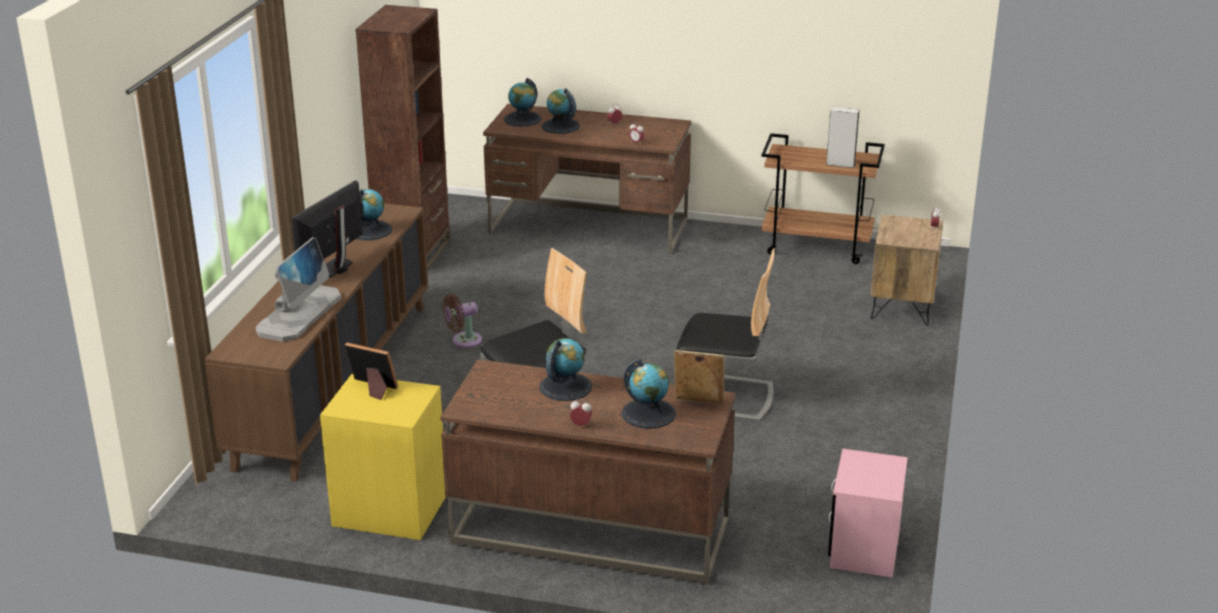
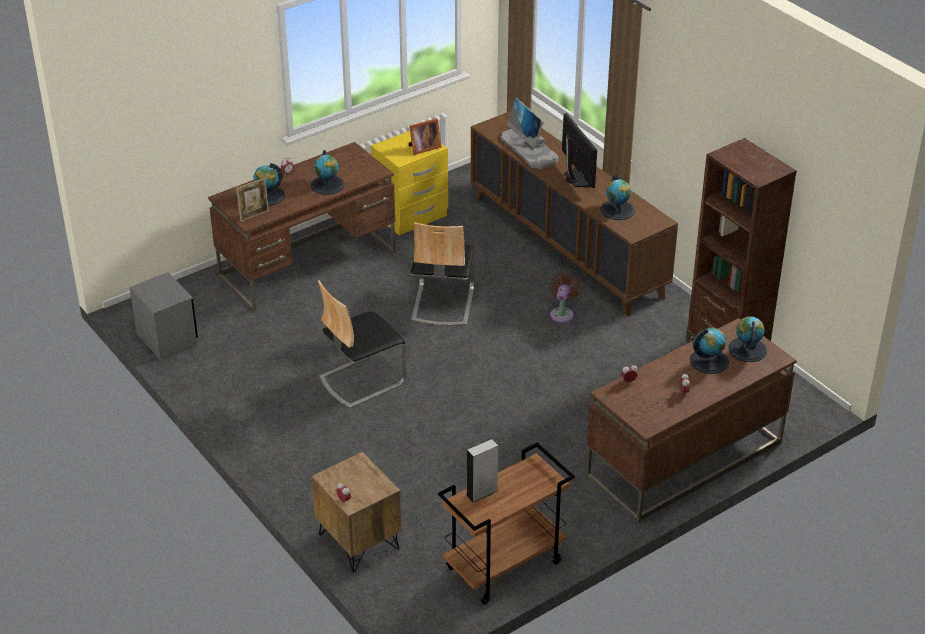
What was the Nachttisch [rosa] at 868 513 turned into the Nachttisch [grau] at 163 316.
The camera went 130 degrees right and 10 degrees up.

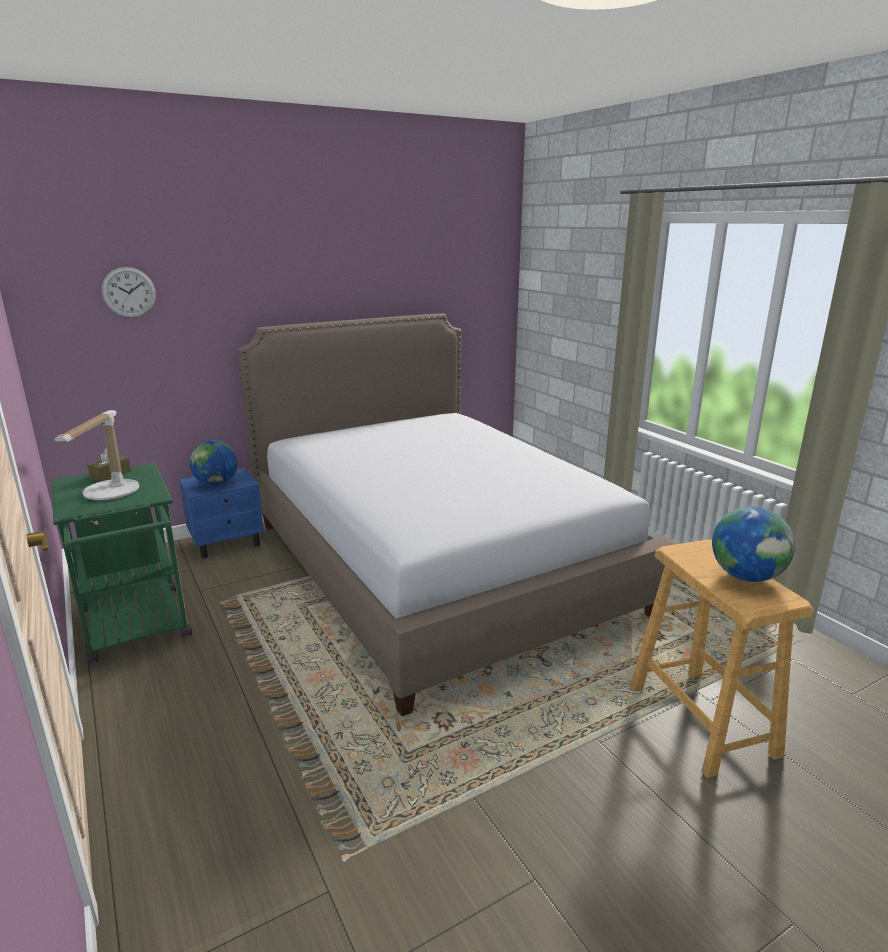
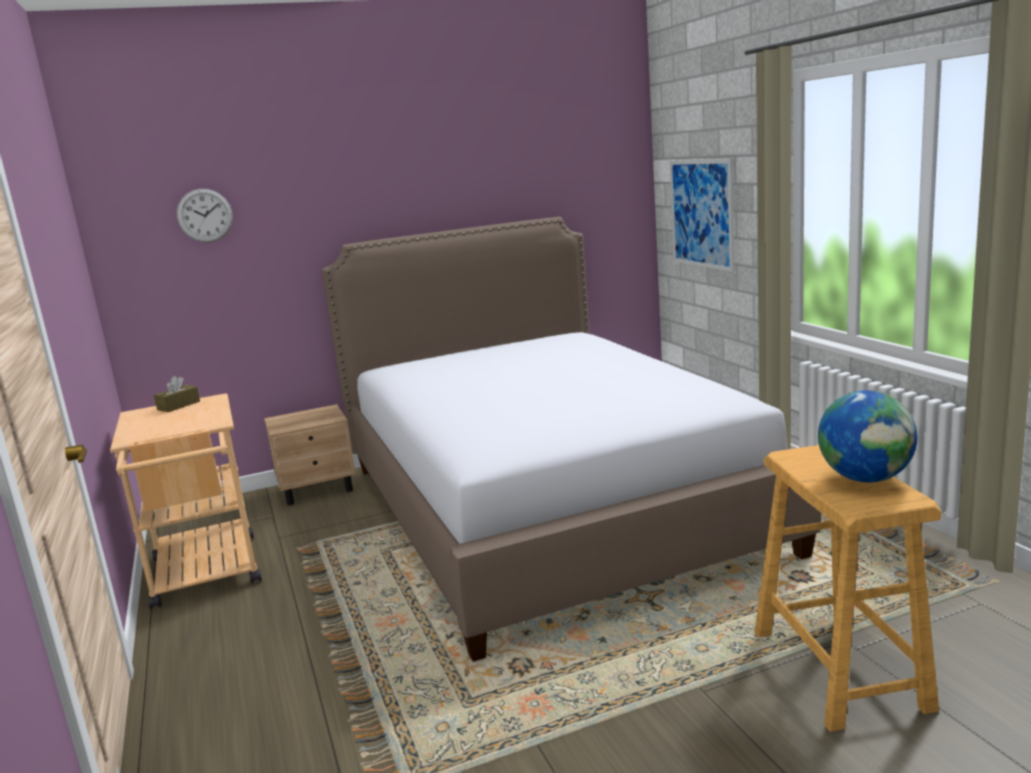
The second view lost the Tischlampe at 96 455.
The second view lost the Globus at 213 463.
What was the Rollwagen [grün] at 122 563 turned into the Rollwagen [beige] at 186 501.
What was the Nachttisch [blau] at 221 513 turned into the Nachttisch [beige] at 310 455.
The second view gained the Bild at 702 215.
The camera went 10 degrees right and 5 degrees down.

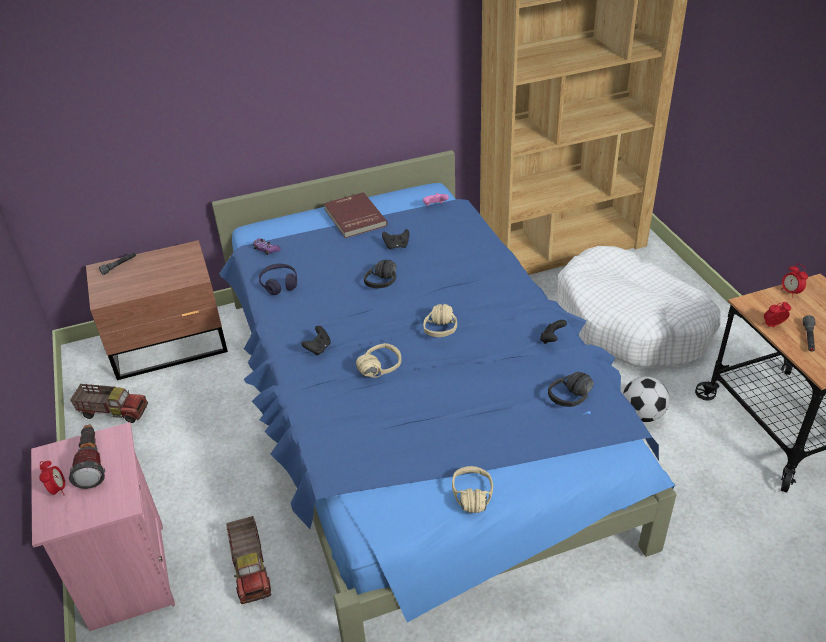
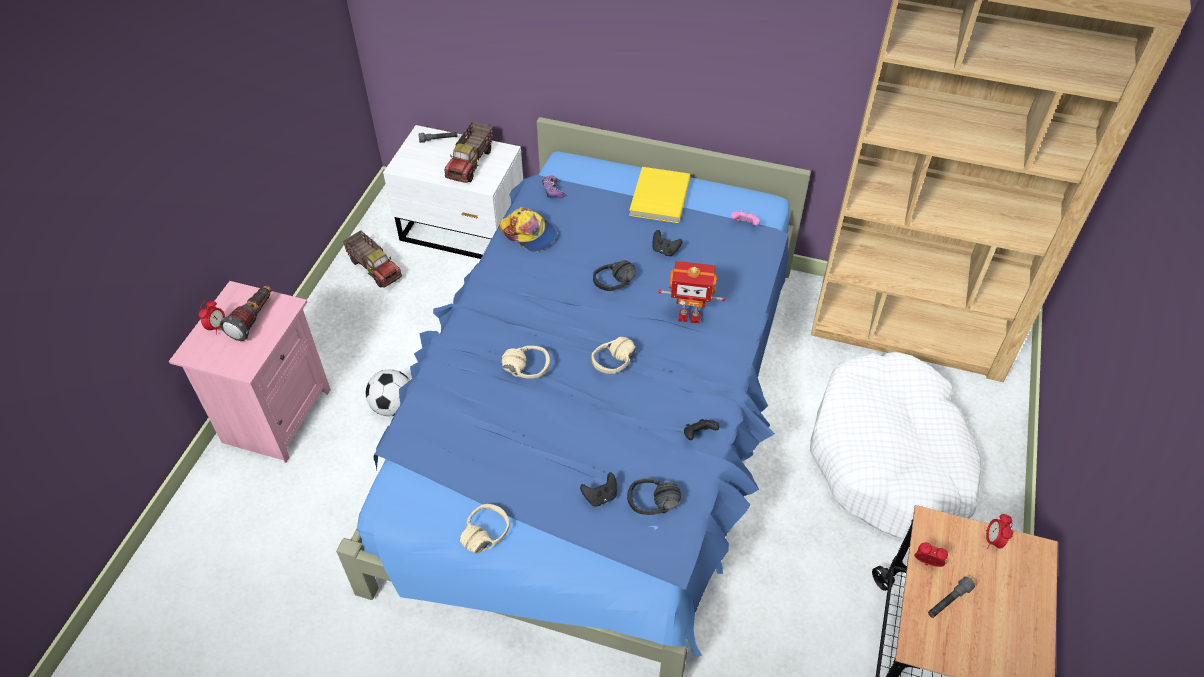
What was the Buch [rot] at 356 215 turned into the Buch [gelb] at 659 195.
What was the Nachttisch [braun] at 157 310 turned into the Nachttisch [weiß] at 453 192.
Where the Kopfhörer [lila] stood at 278 279, the Kappe came to stand at 528 229.
The Gamepad [schwarz] ended up elsewhere, having gone from 316 341 to 598 489.
The Fußball ended up elsewhere, having gone from 646 399 to 388 392.
The Spielzeuglaster ended up elsewhere, having gone from 248 560 to 469 152.
The second view gained the Spielzeugroboter at 691 292.
The camera went 35 degrees right and 10 degrees up.

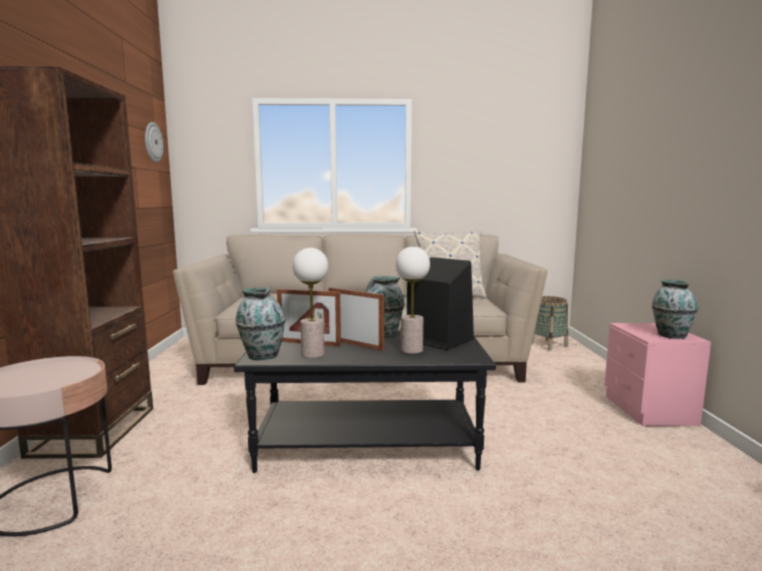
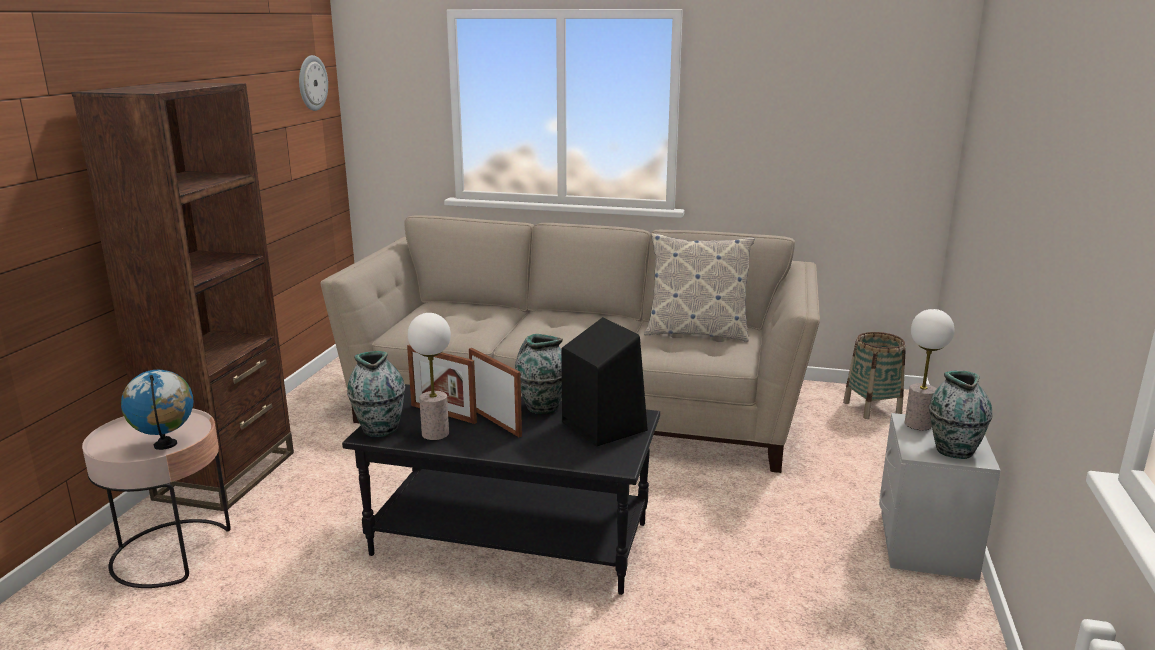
The Tischlampe ended up elsewhere, having gone from 413 300 to 929 369.
What was the Nachttisch [rosa] at 658 374 turned into the Nachttisch [grau] at 940 496.
The second view gained the Globus at 157 410.
The camera went 15 degrees right and 10 degrees up.

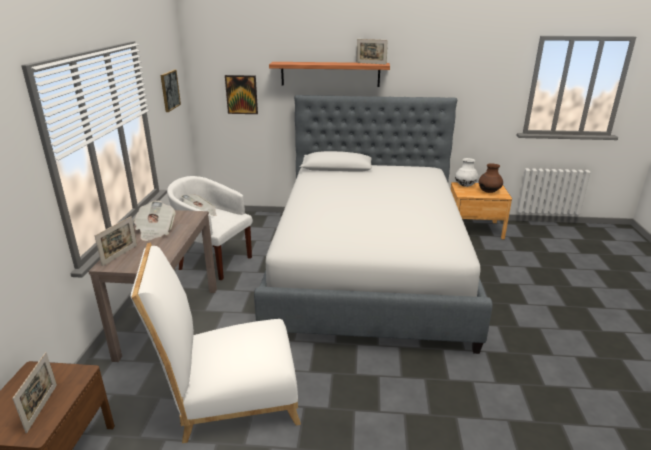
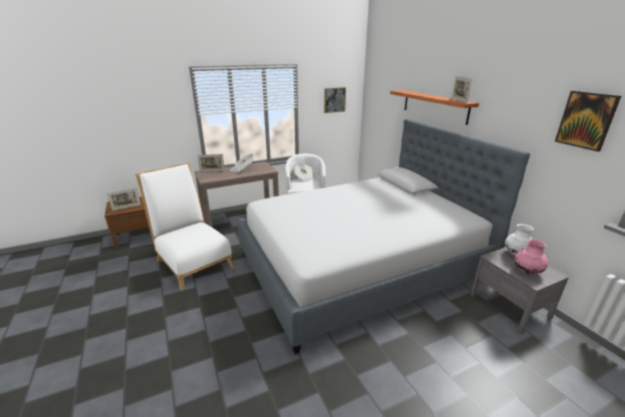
The Bild ended up elsewhere, having gone from 241 94 to 588 121.
What was the Vase [braun] at 491 178 turned into the Vase [rosa] at 531 256.
What was the Nachttisch [braun] at 481 211 turned into the Nachttisch [grau] at 520 290.
The camera went 60 degrees right and 0 degrees up.

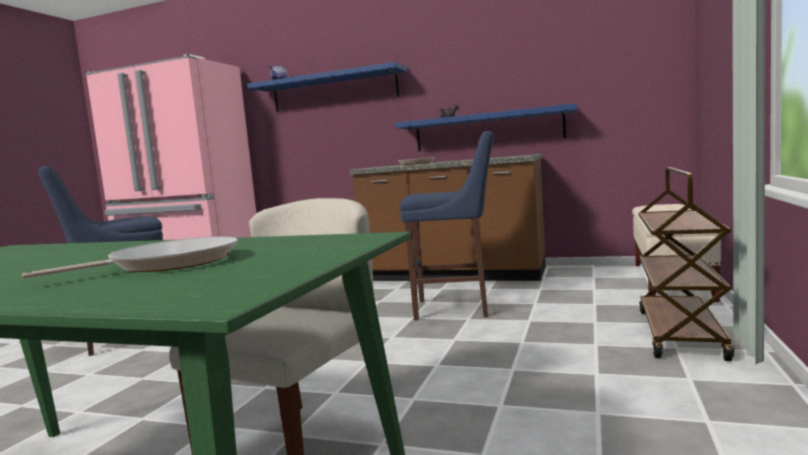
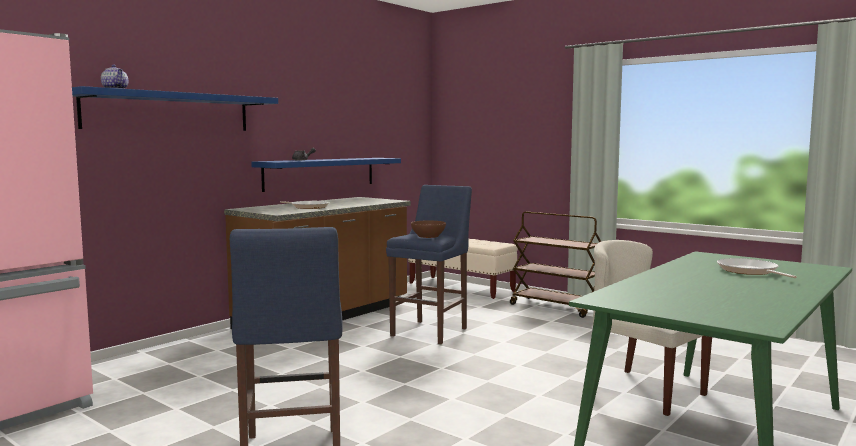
The second view gained the Schüssel [braun] at 428 229.
The camera went 70 degrees left and 0 degrees up.

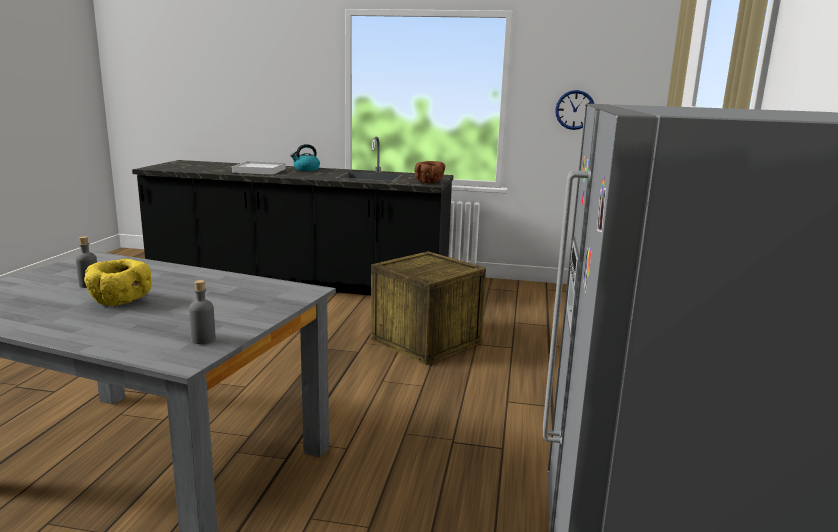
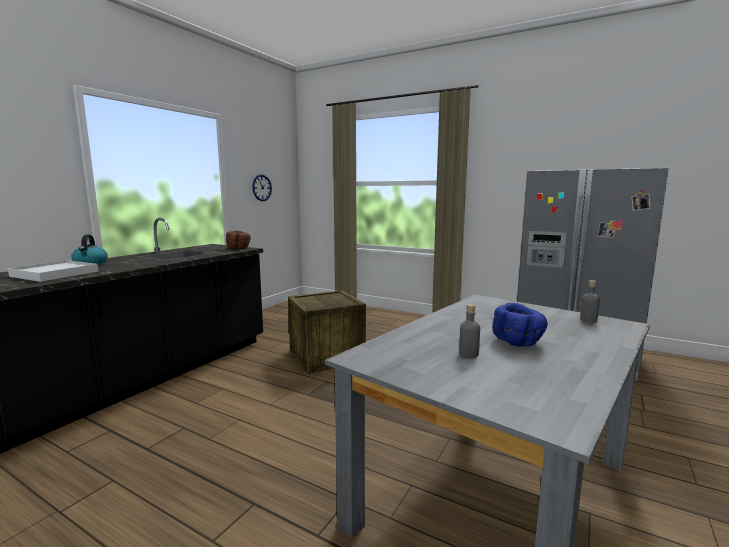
What was the Schüssel [gelb] at 118 282 turned into the Schüssel [blau] at 520 325.
The camera went 70 degrees left and 5 degrees down.

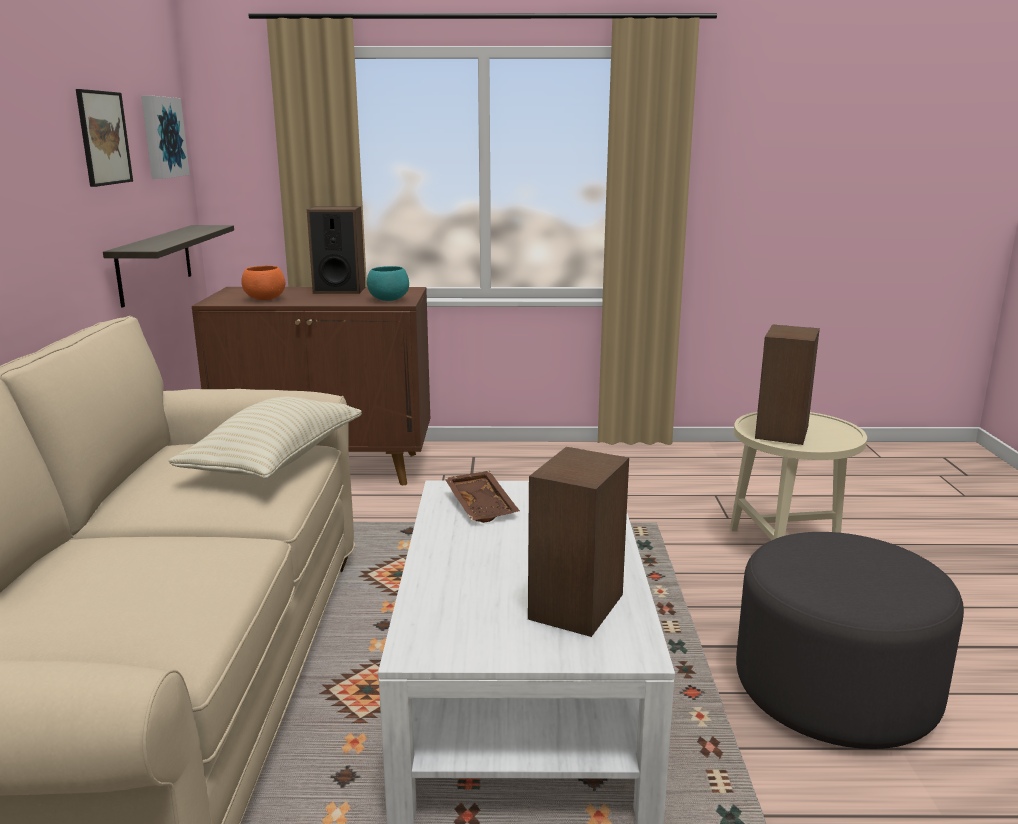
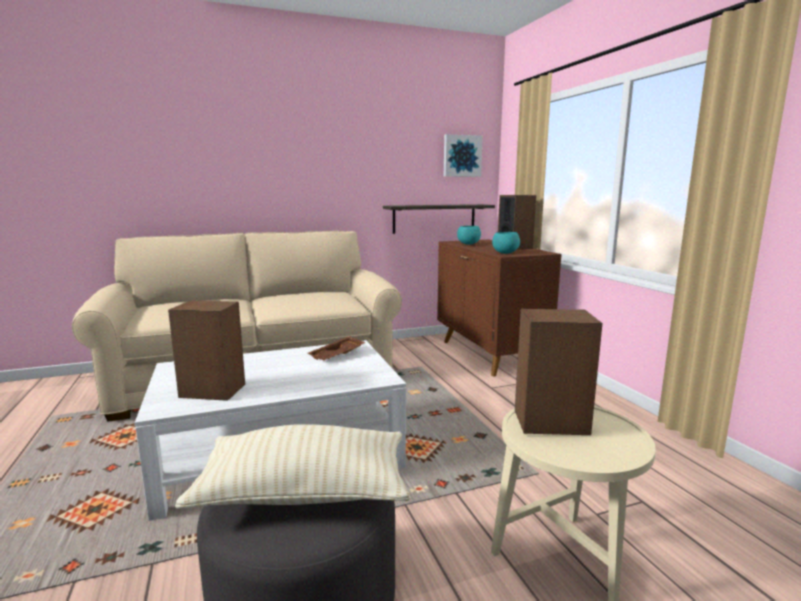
The second view lost the Bild at 104 138.
What was the Schüssel [orange] at 263 283 turned into the Schüssel [türkis] at 469 235.
The Kissen [beige] ended up elsewhere, having gone from 265 438 to 293 466.
The camera went 70 degrees right and 5 degrees down.

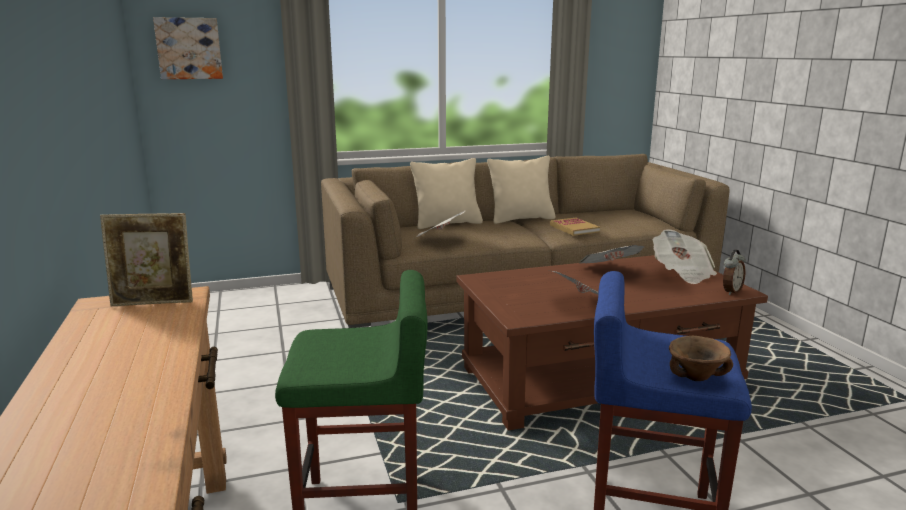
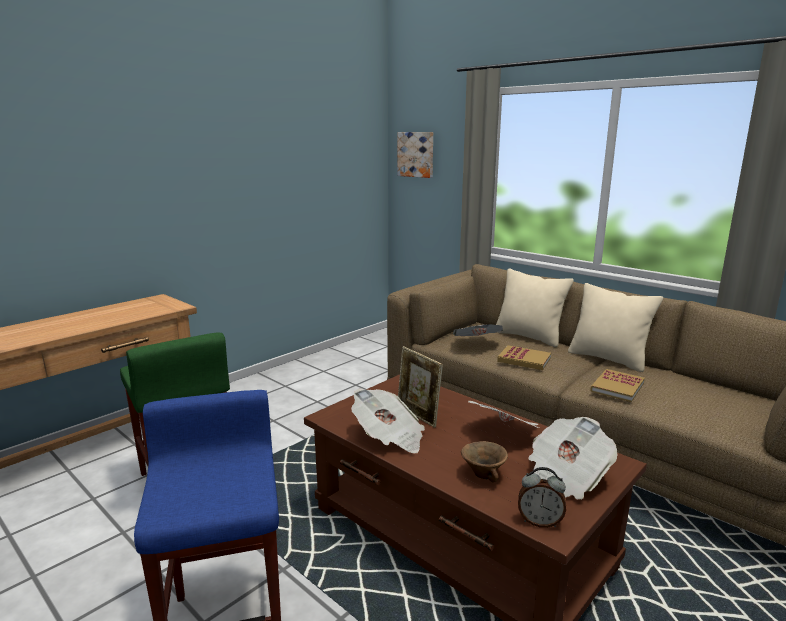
The Bilderrahmen ended up elsewhere, having gone from 146 259 to 420 387.
The Schüssel [braun] ended up elsewhere, having gone from 701 358 to 484 462.
The second view gained the Buch at 524 357.
The camera went 60 degrees right and 0 degrees up.

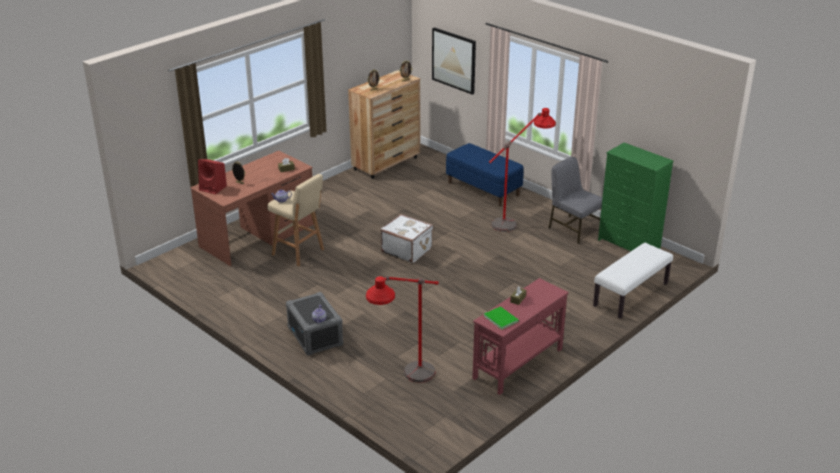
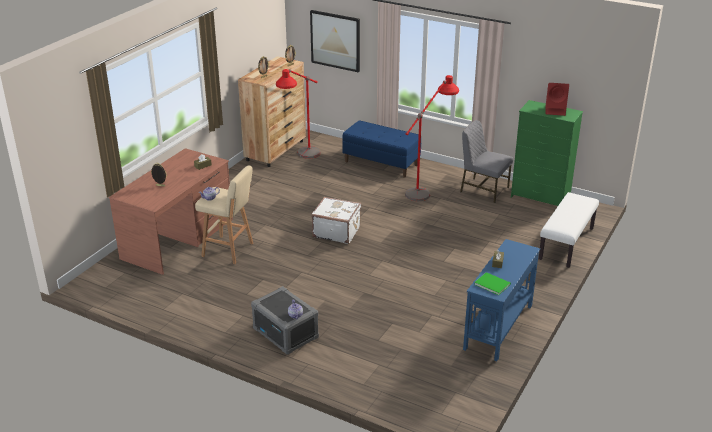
The Lautsprecher [rot] ended up elsewhere, having gone from 212 177 to 557 99.
The Stehlampe [rot] ended up elsewhere, having gone from 402 329 to 298 114.
What was the Konsolentisch [rot] at 520 336 turned into the Konsolentisch [blau] at 501 300.
The camera went 15 degrees left and 0 degrees up.

